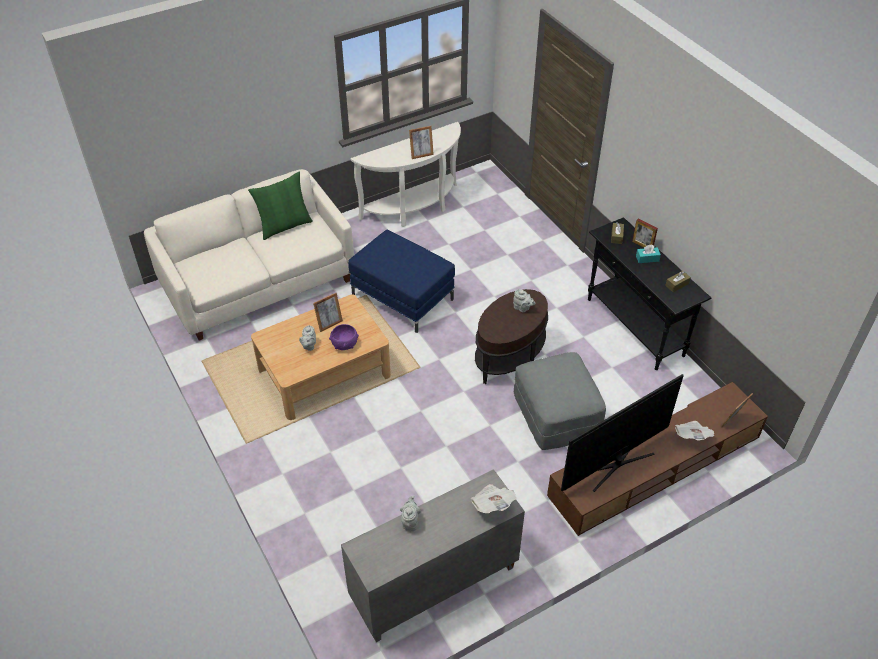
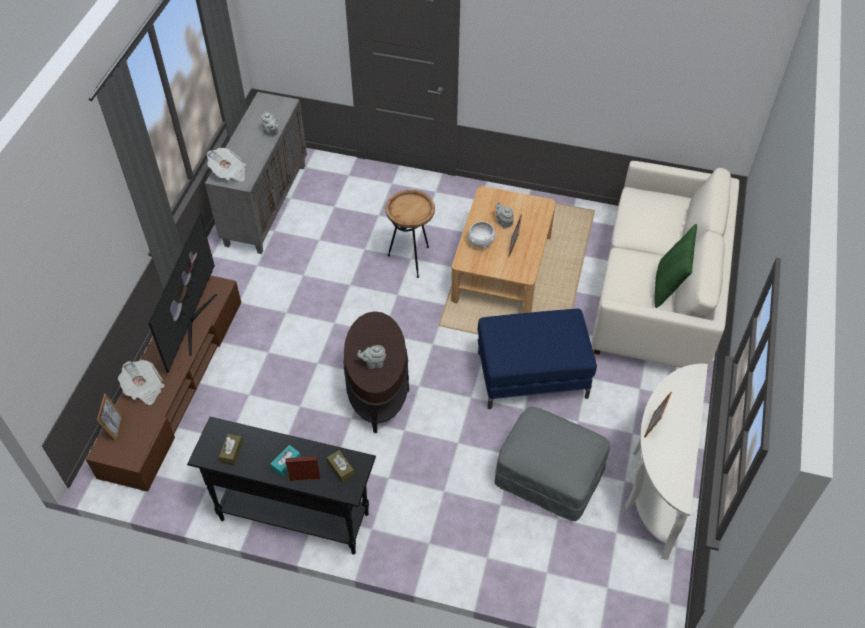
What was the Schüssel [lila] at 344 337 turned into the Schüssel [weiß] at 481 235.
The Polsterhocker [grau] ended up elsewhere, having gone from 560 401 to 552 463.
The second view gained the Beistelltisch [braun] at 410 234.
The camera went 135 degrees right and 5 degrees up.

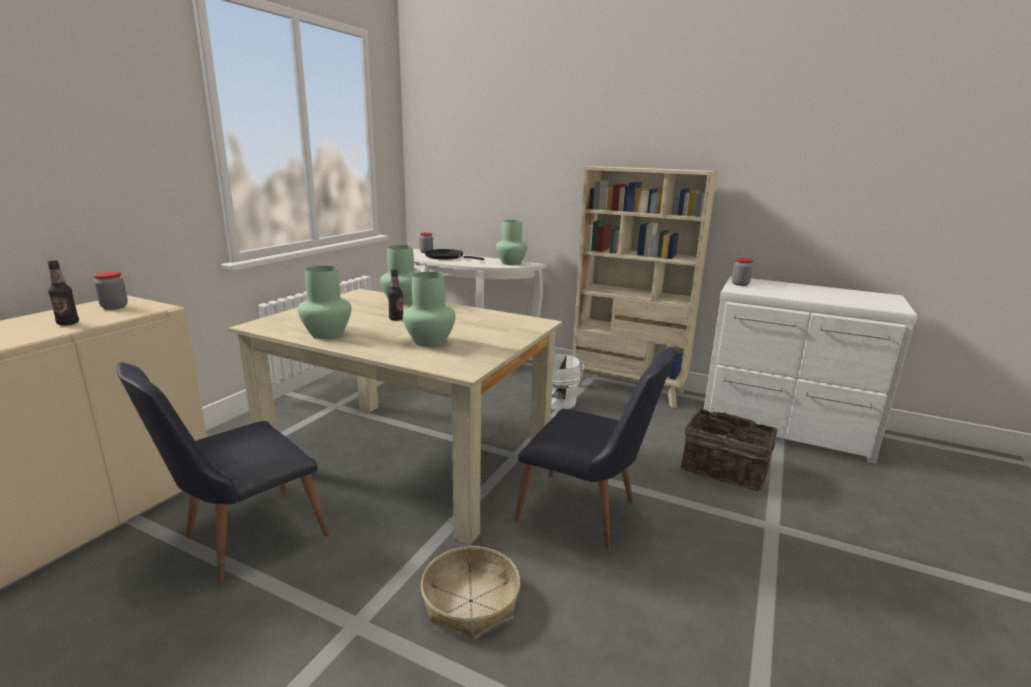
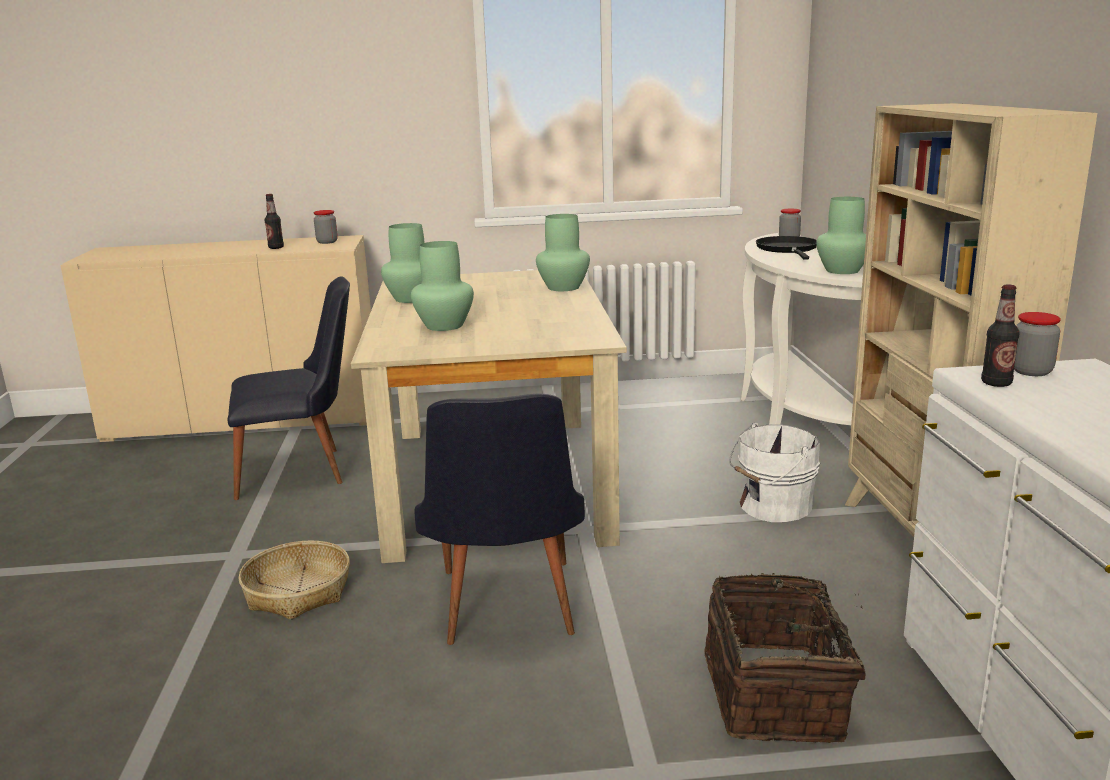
The Flasche ended up elsewhere, having gone from 395 295 to 1000 336.
The Stuhl [schwarz] at 223 473 ended up facing another way, 150 degrees clockwise from before.
The camera went 60 degrees right and 0 degrees up.

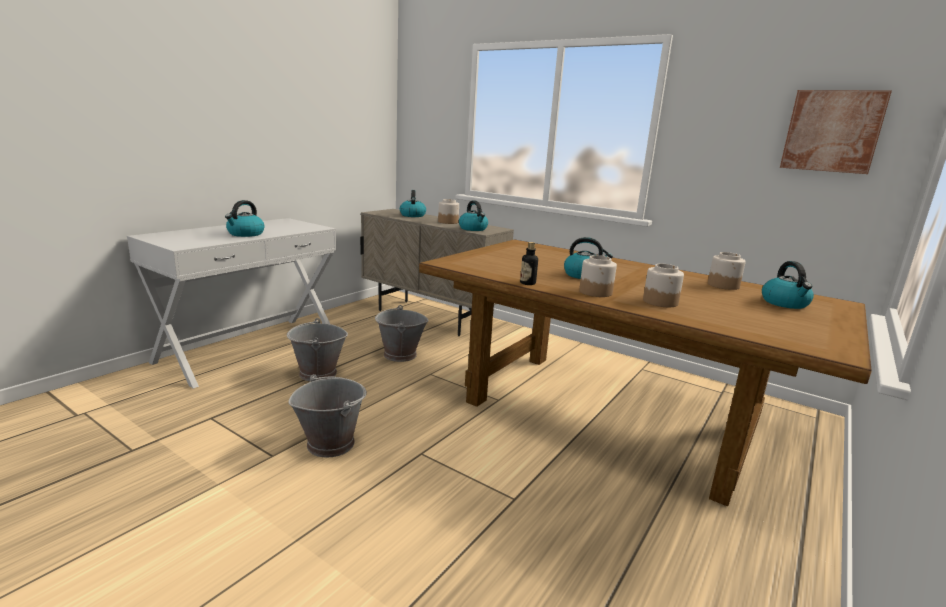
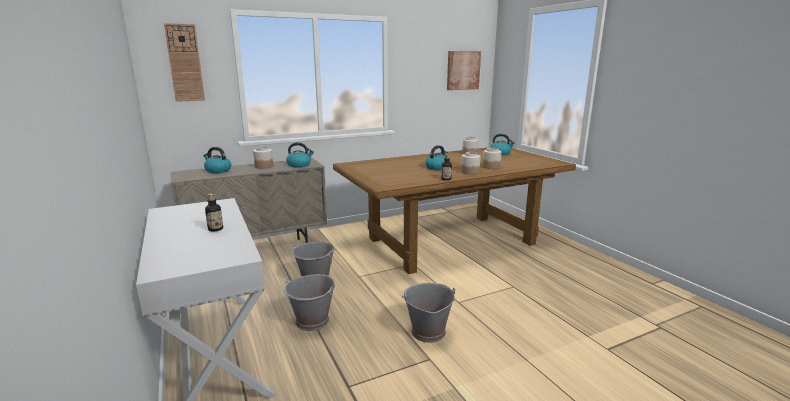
Where the Wasserkessel stood at 244 218, the Flasche came to stand at 214 212.
The second view gained the Wanduhr at 184 62.
The camera went 60 degrees left and 0 degrees up.

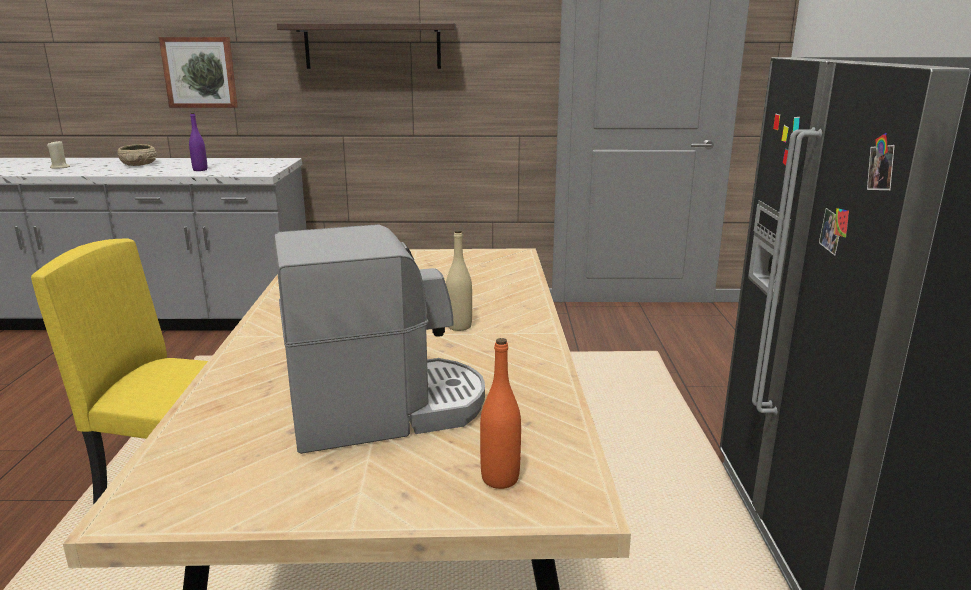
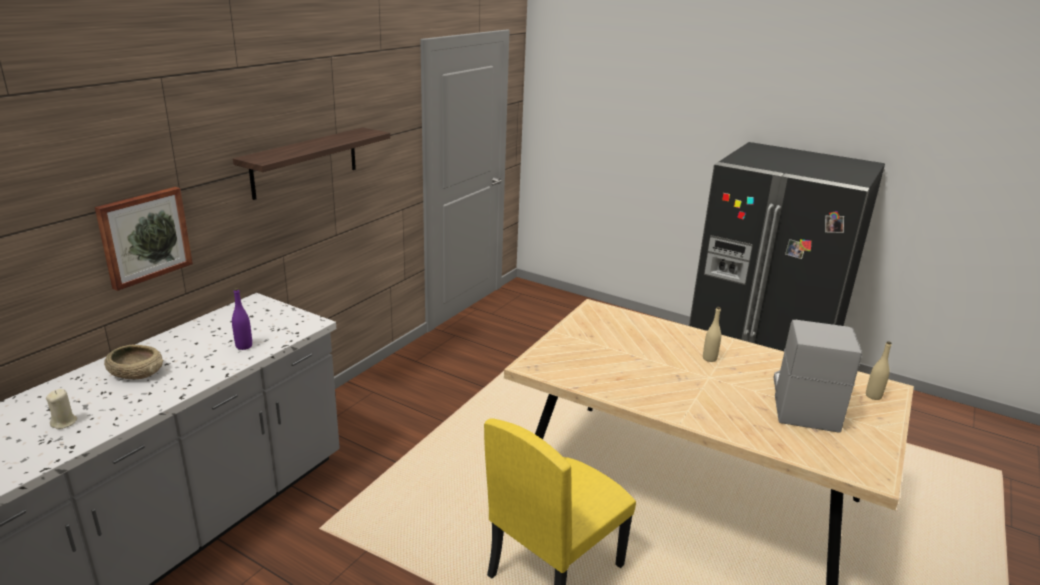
What was the Flasche [orange] at 500 413 turned into the Flasche [beige] at 878 370.
The camera went 60 degrees left and 5 degrees up.

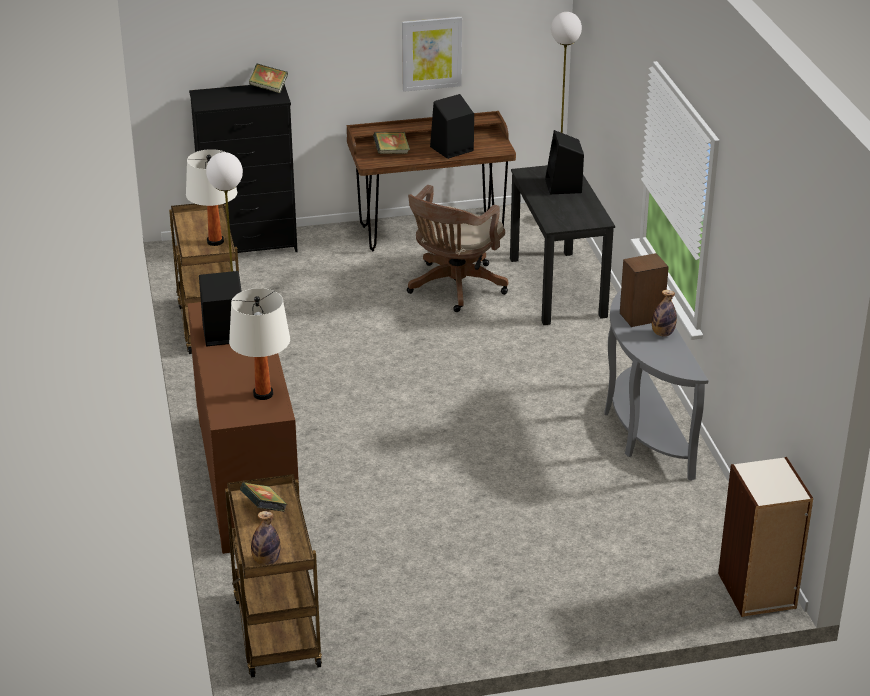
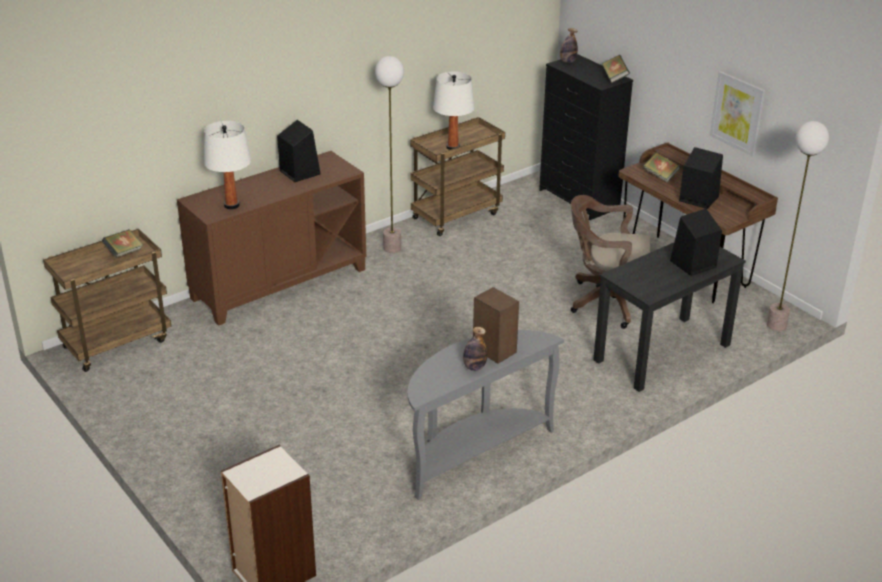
The Flasche ended up elsewhere, having gone from 265 538 to 569 45.
The camera went 65 degrees right and 0 degrees up.

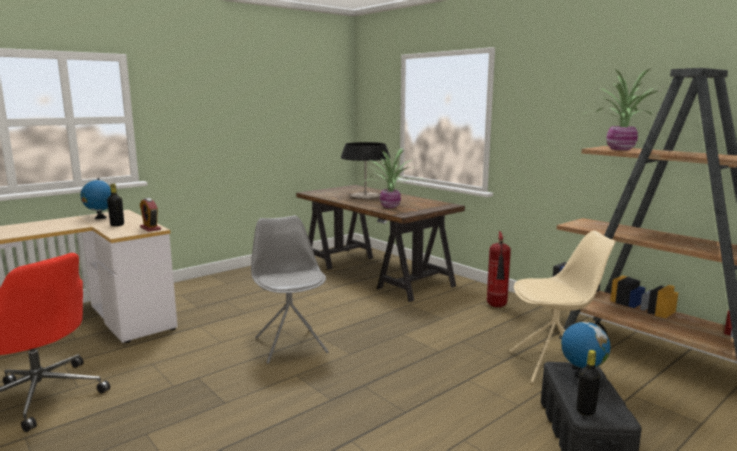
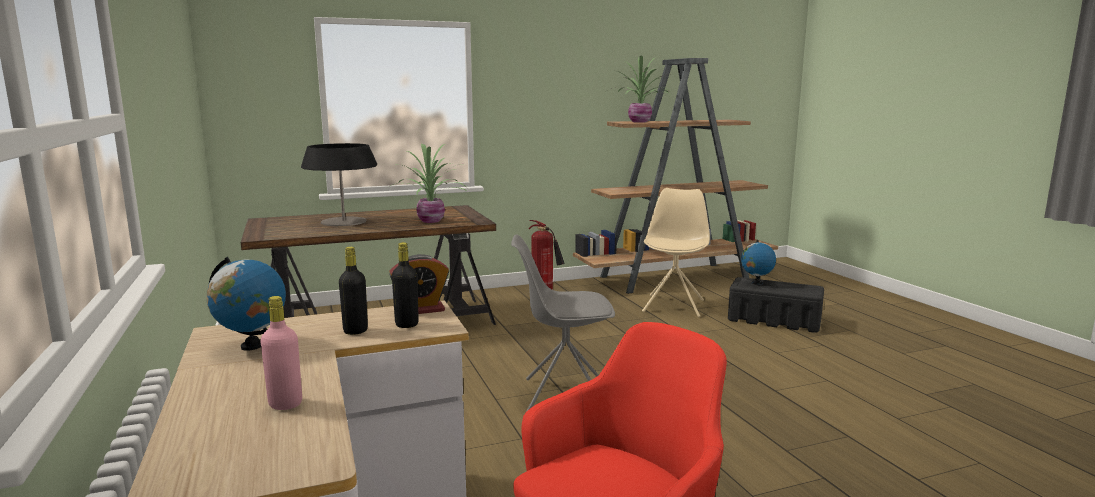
The Flasche [schwarz] ended up elsewhere, having gone from 588 383 to 405 285.
The second view gained the Flasche [rosa] at 281 353.
The camera went 70 degrees left and 0 degrees up.

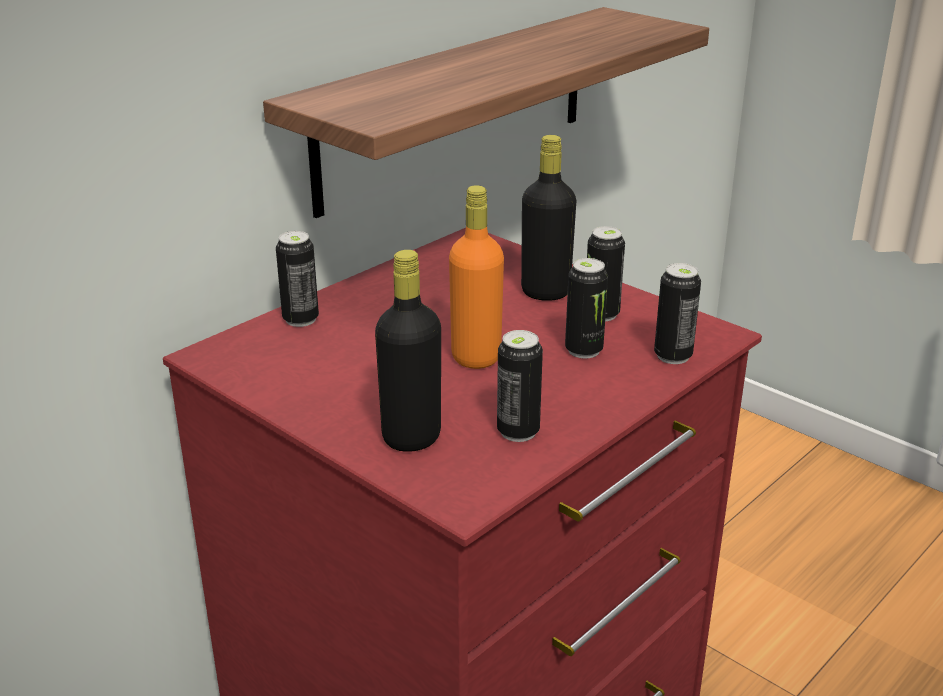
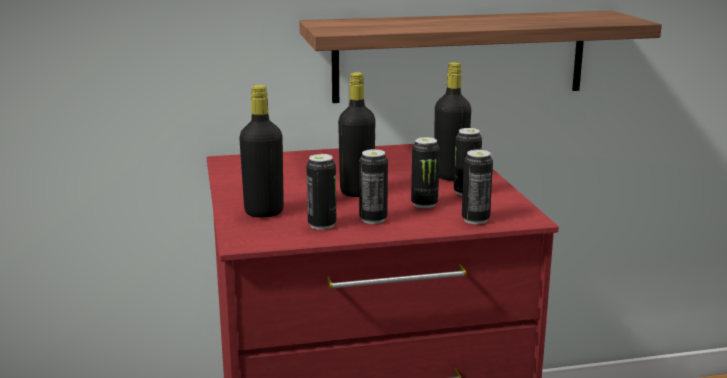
What was the Flasche [orange] at 476 277 turned into the Flasche [schwarz] at 357 134.
The Dose ended up elsewhere, having gone from 297 279 to 373 186.
The camera went 35 degrees right and 10 degrees down.

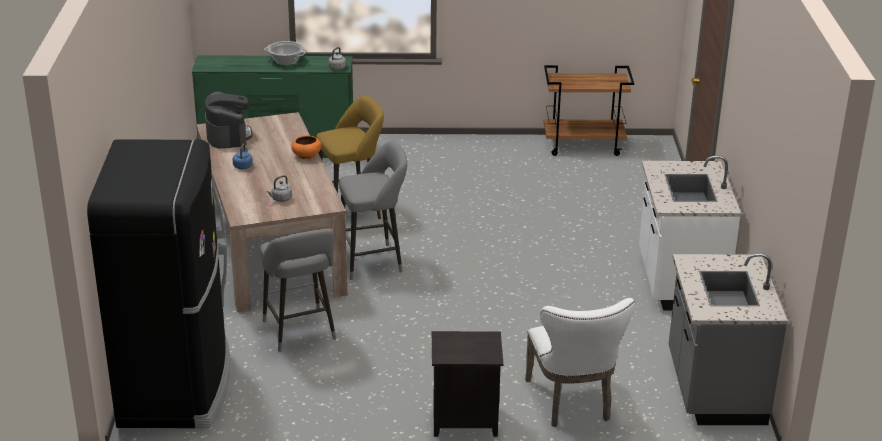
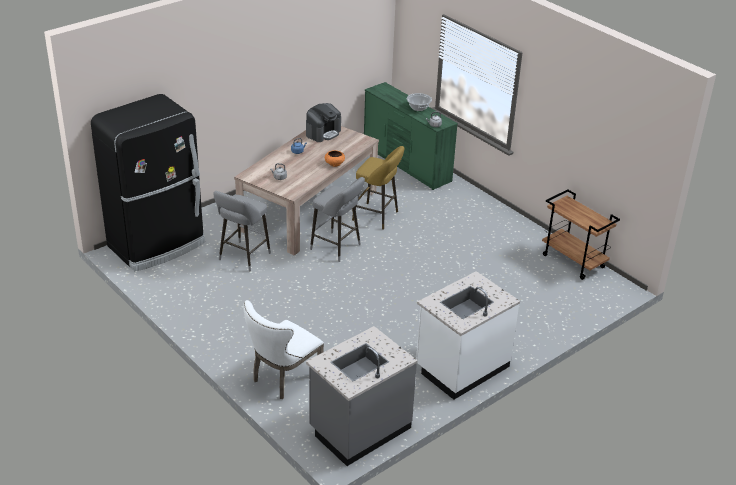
The second view lost the Nachttisch [schwarz] at 468 384.
The camera went 50 degrees right and 5 degrees up.

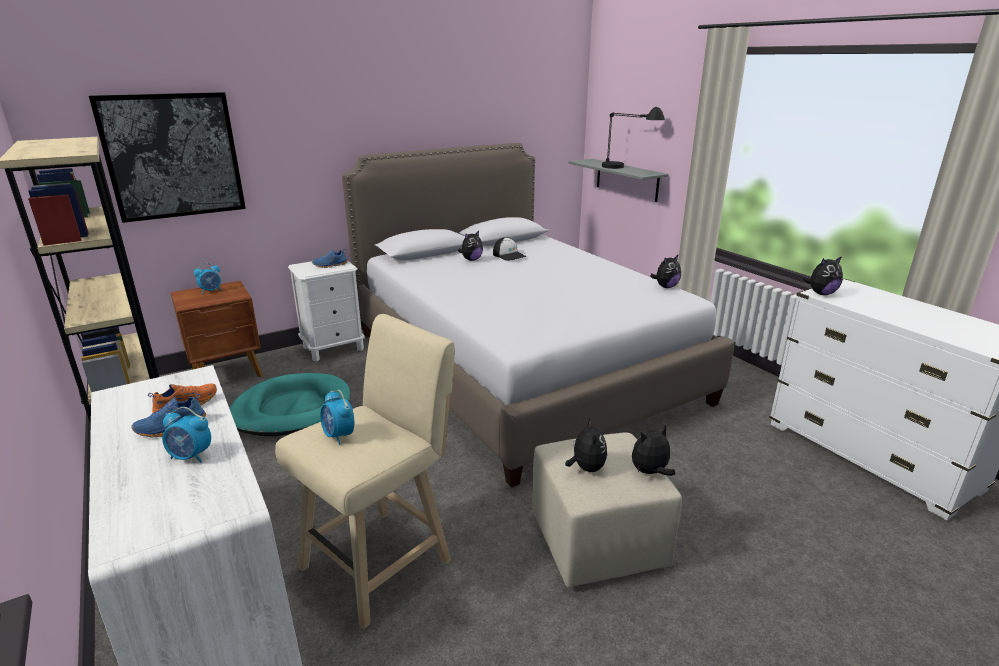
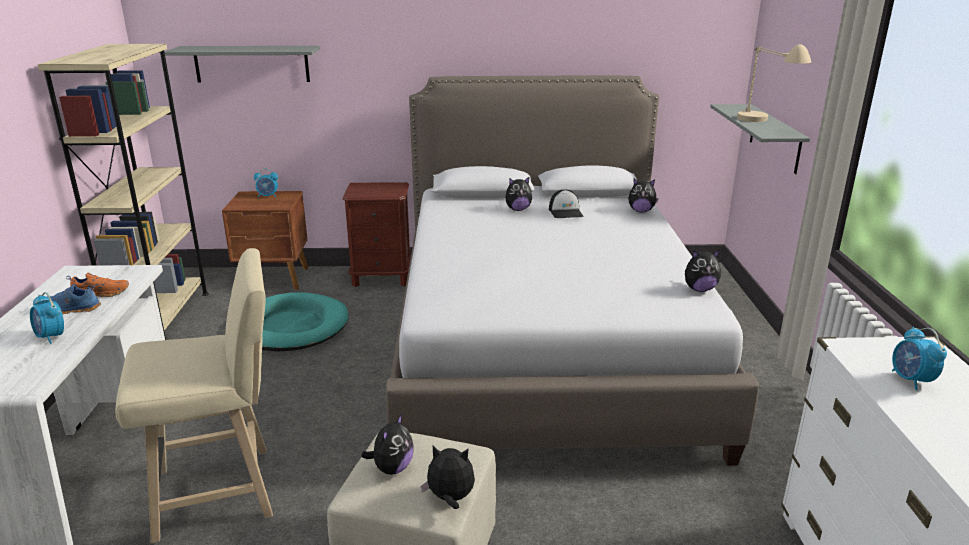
Where the Bild hung at 167 157, the Wandregal [grau] came to hang at 242 64.
What was the Tischlampe [schwarz] at 633 138 turned into the Tischlampe [beige] at 774 83.
The second view lost the Schuh [blau] at 330 258.
The Plüschtier ended up elsewhere, having gone from 823 275 to 643 196.
What was the Nachttisch [weiß] at 326 310 turned into the Nachttisch [braun] at 376 234.
The Wecker ended up elsewhere, having gone from 337 417 to 919 358.
The camera went 30 degrees right and 0 degrees up.

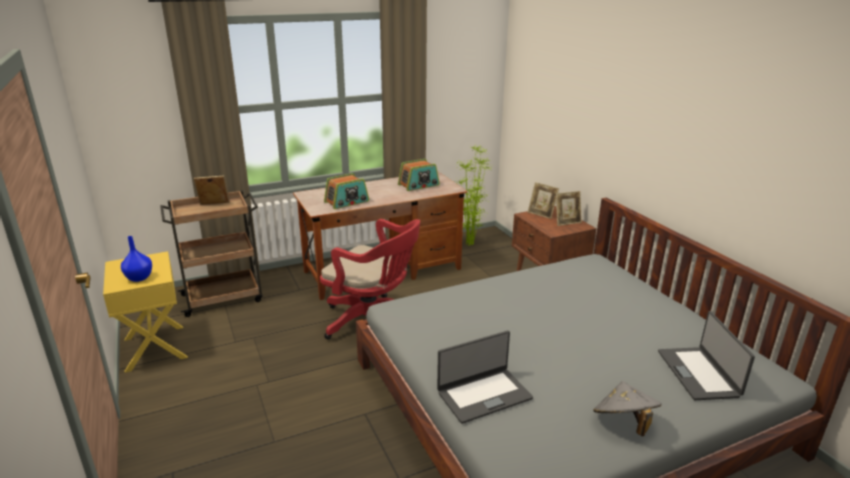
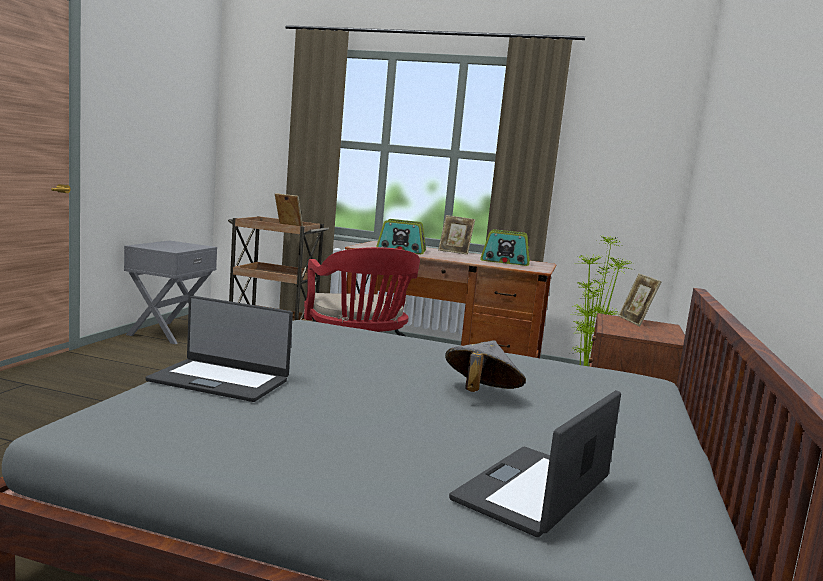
The Bilderrahmen ended up elsewhere, having gone from 569 208 to 456 235.
The second view lost the Vase [blau] at 136 259.
What was the Nachttisch [gelb] at 145 312 turned into the Nachttisch [grau] at 170 292.
The Hut [grau] ended up elsewhere, having gone from 627 408 to 485 366.
The camera went 40 degrees right and 15 degrees down.

